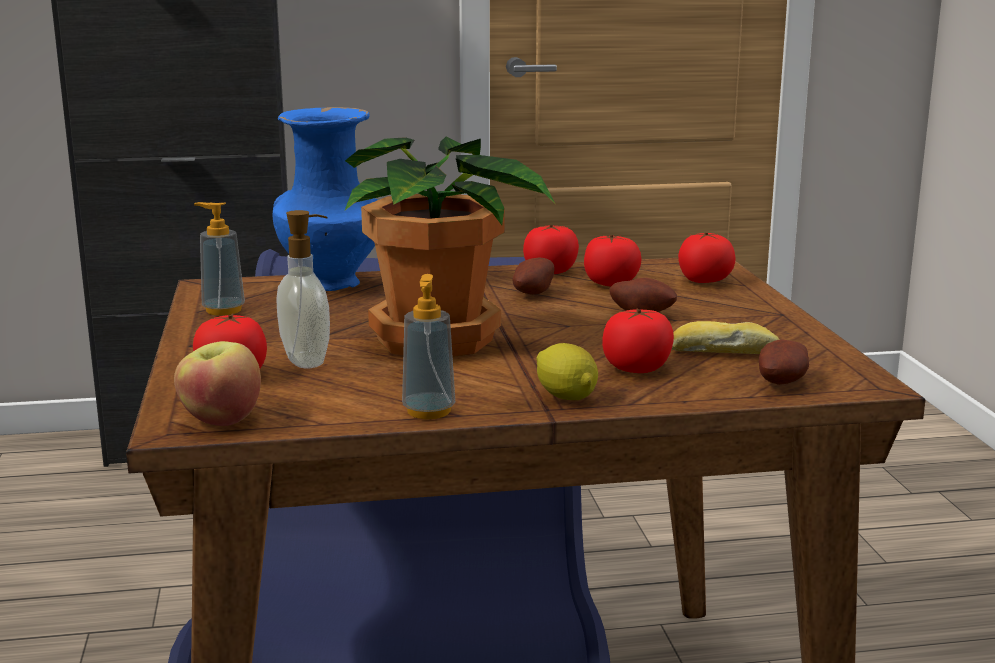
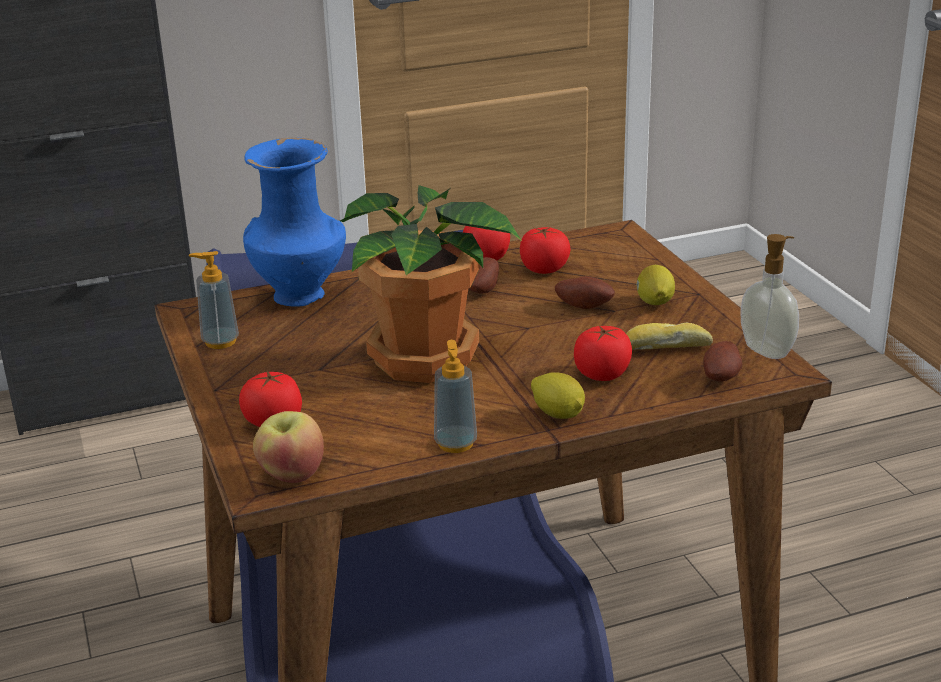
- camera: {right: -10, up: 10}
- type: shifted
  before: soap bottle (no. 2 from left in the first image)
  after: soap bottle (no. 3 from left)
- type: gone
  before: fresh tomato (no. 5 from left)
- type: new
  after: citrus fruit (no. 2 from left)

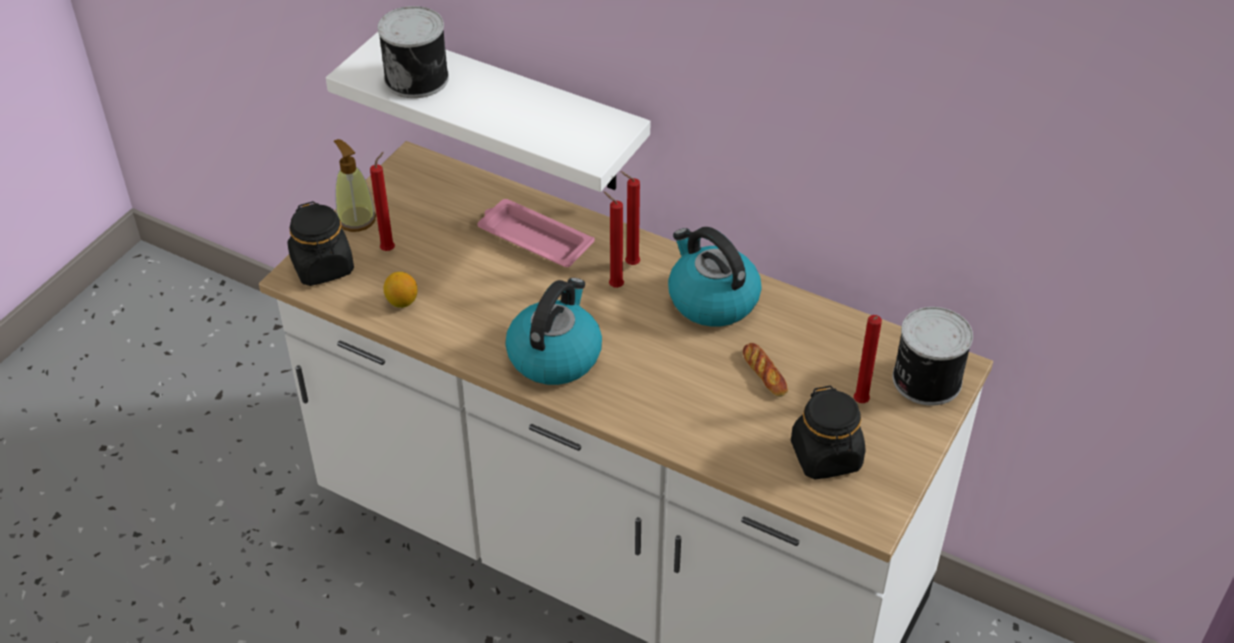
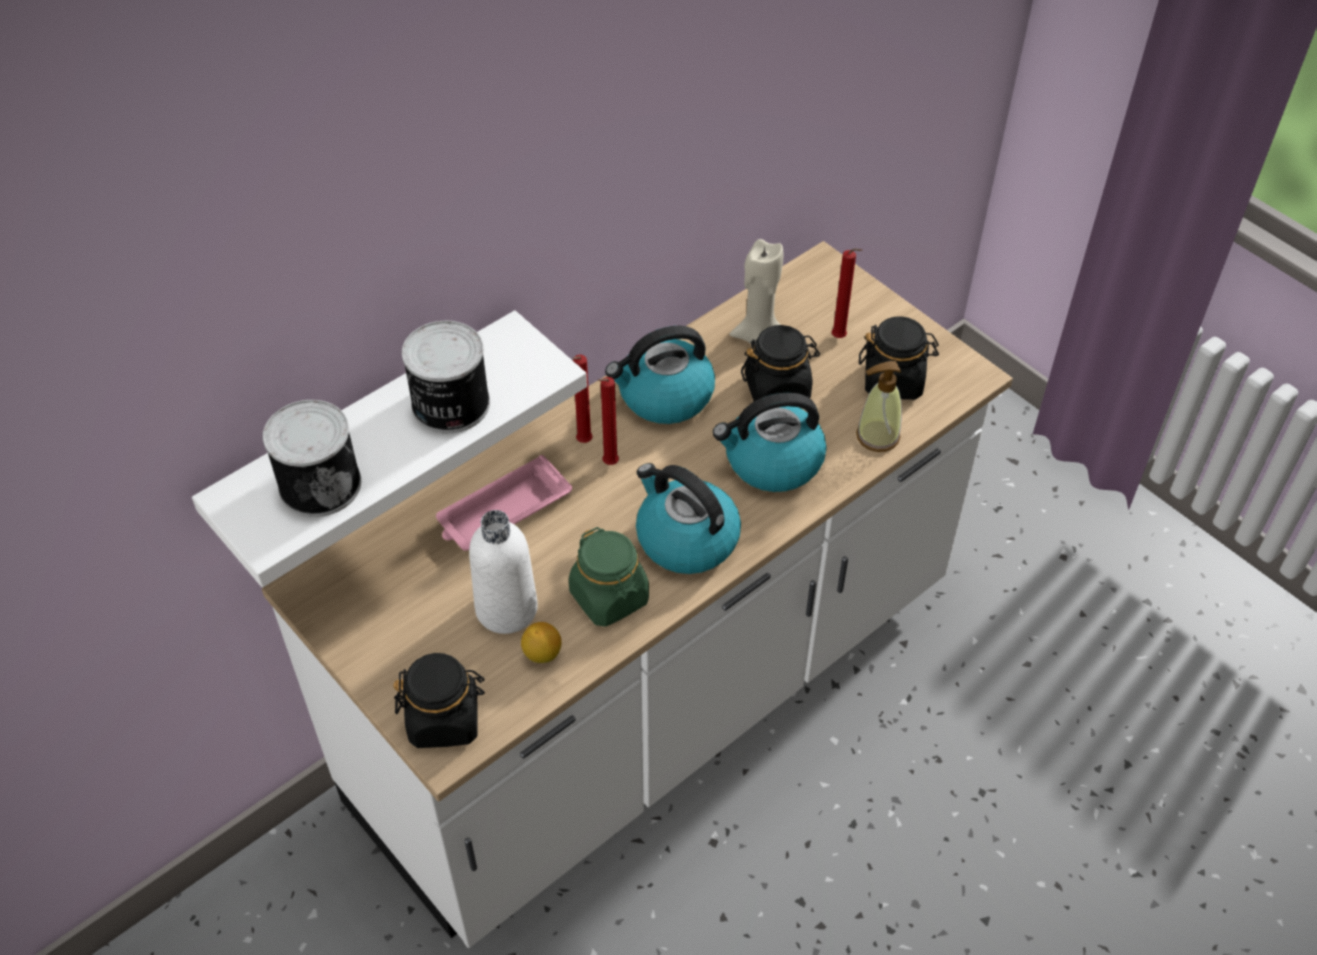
- camera: {right: -70, up: 5}
- type: shifted
  before: soap bottle
- type: gone
  before: reddish wax light (no. 1 from left)
- type: shifted
  before: can (no. 2 from left)
- type: swapped
  before: bakery bread
  after: blackish storage jar (no. 2 from left)
- type: new
  after: beige-coloured wax light
- type: new
  after: tea kettle (no. 3 from left)
- type: new
  after: whitish bottle
- type: new
  after: green storage jar

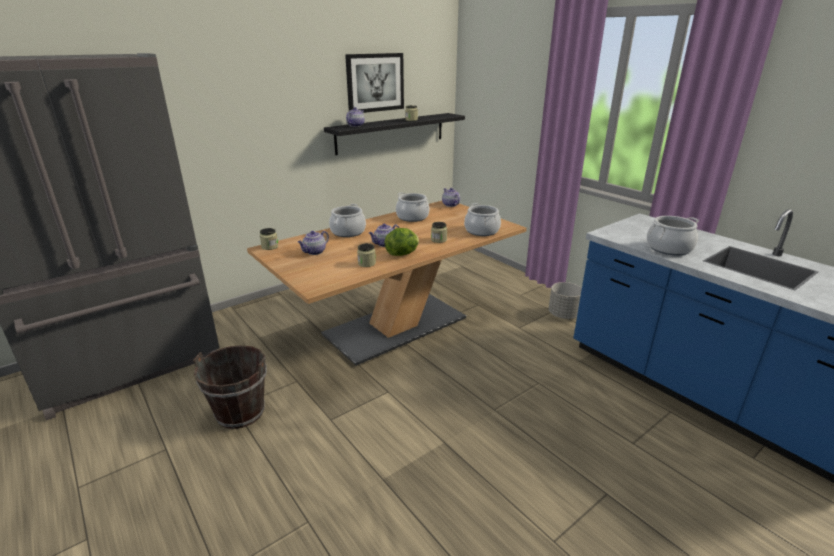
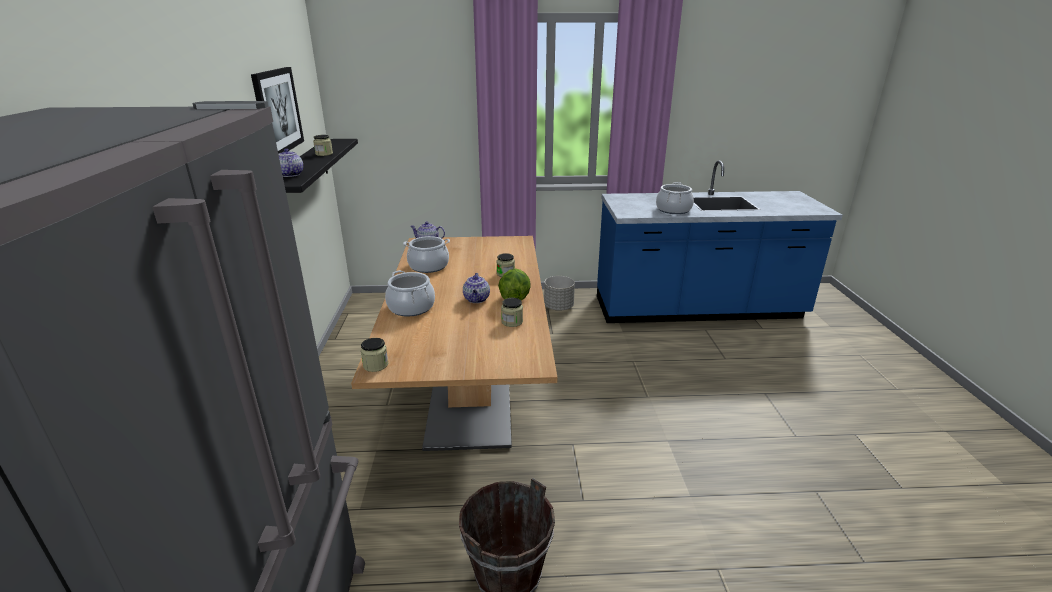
- camera: {right: -55, up: 0}
- type: gone
  before: cooking pot (no. 3 from left)
- type: gone
  before: tea pot (no. 1 from left)

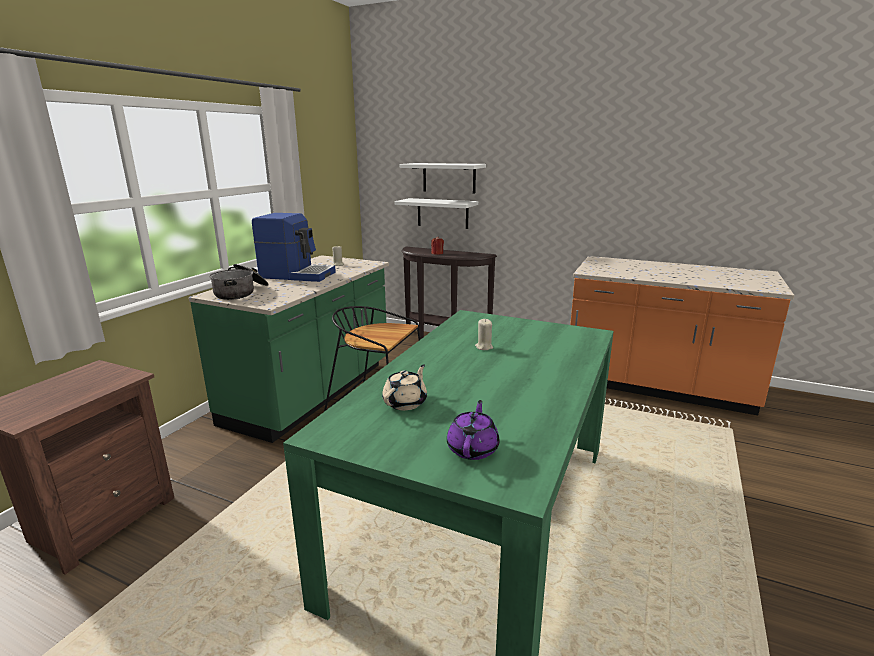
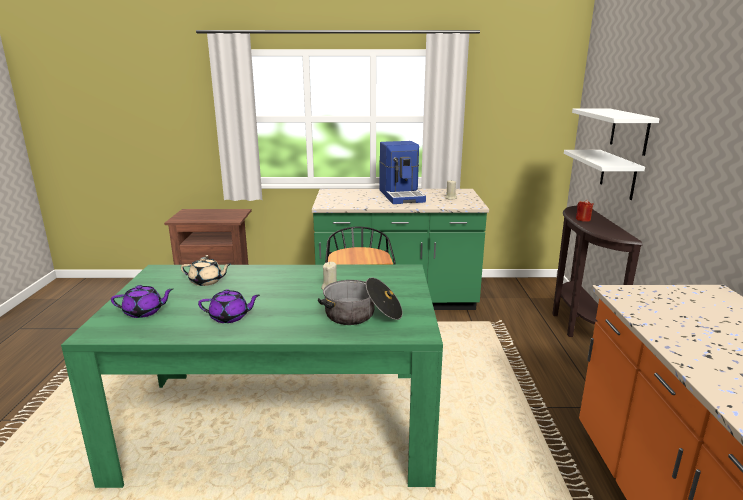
- camera: {right: 65, up: 0}
- type: shifted
  before: cooking pot
- type: new
  after: purple-coloured tea pot (no. 2 from left)

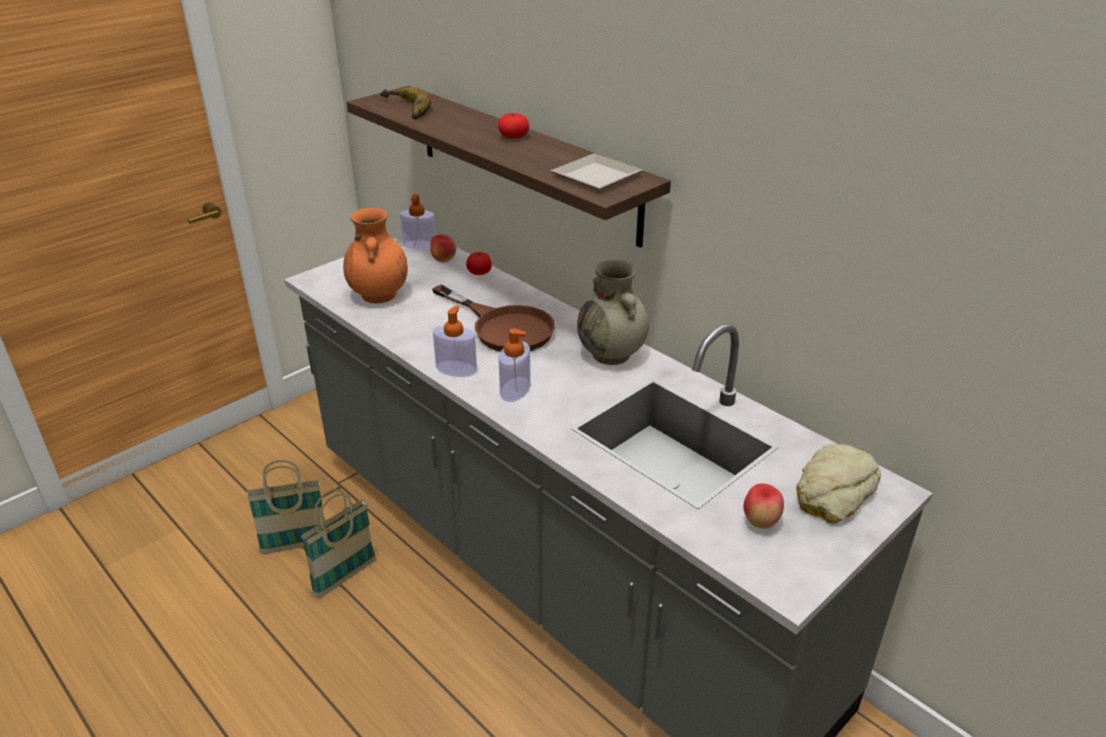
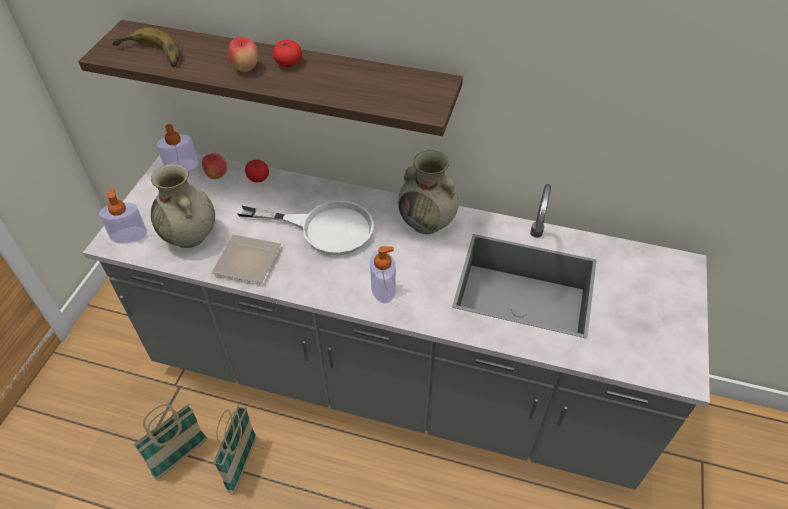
- camera: {right: -30, up: 15}
- type: shifted
  before: dinner plate
- type: repainted
  before: orange-coloured vase
  after: beige-coloured vase (no. 1 from left)
- type: repainted
  before: brownish skillet
  after: whitish skillet
- type: shifted
  before: soap bottle (no. 2 from left in the first image)
  after: soap bottle (no. 1 from left)
- type: gone
  before: bakery bread
- type: shifted
  before: apple (no. 2 from left)

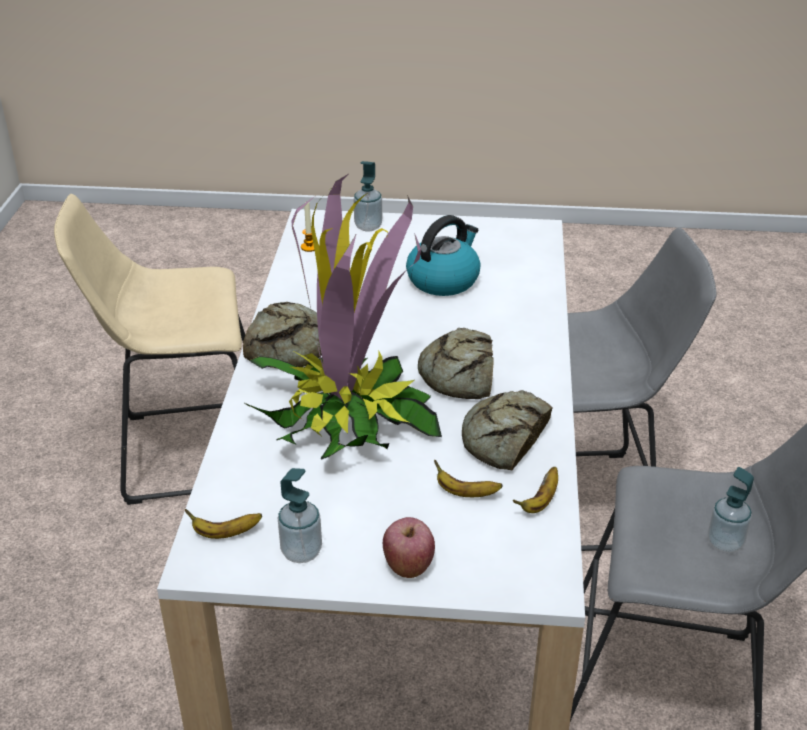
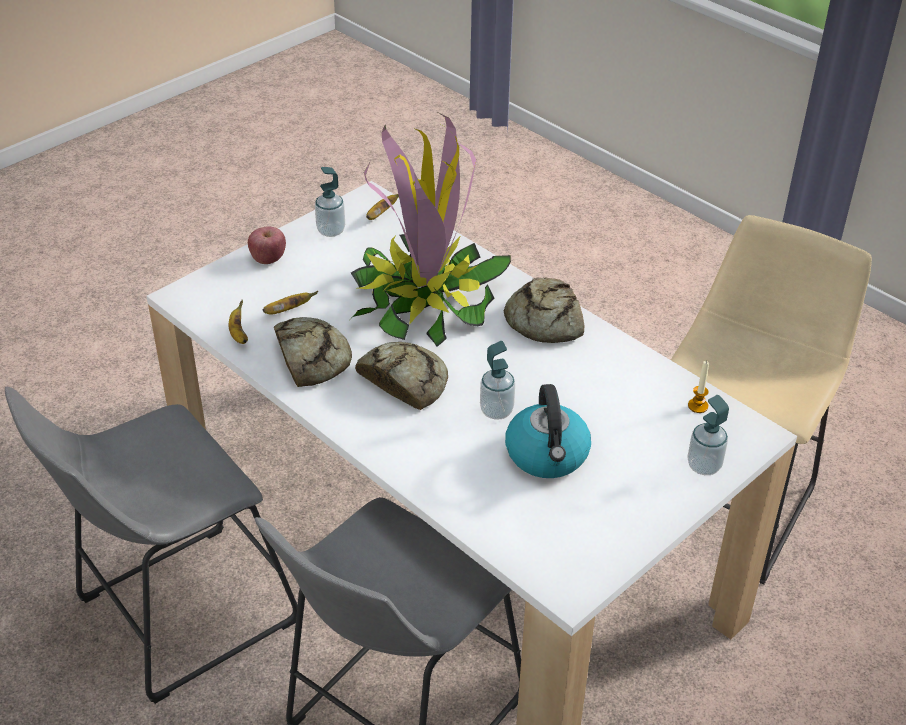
- camera: {right: 130, up: 5}
- type: shifted
  before: soap bottle (no. 3 from left in the first image)
  after: soap bottle (no. 2 from left)

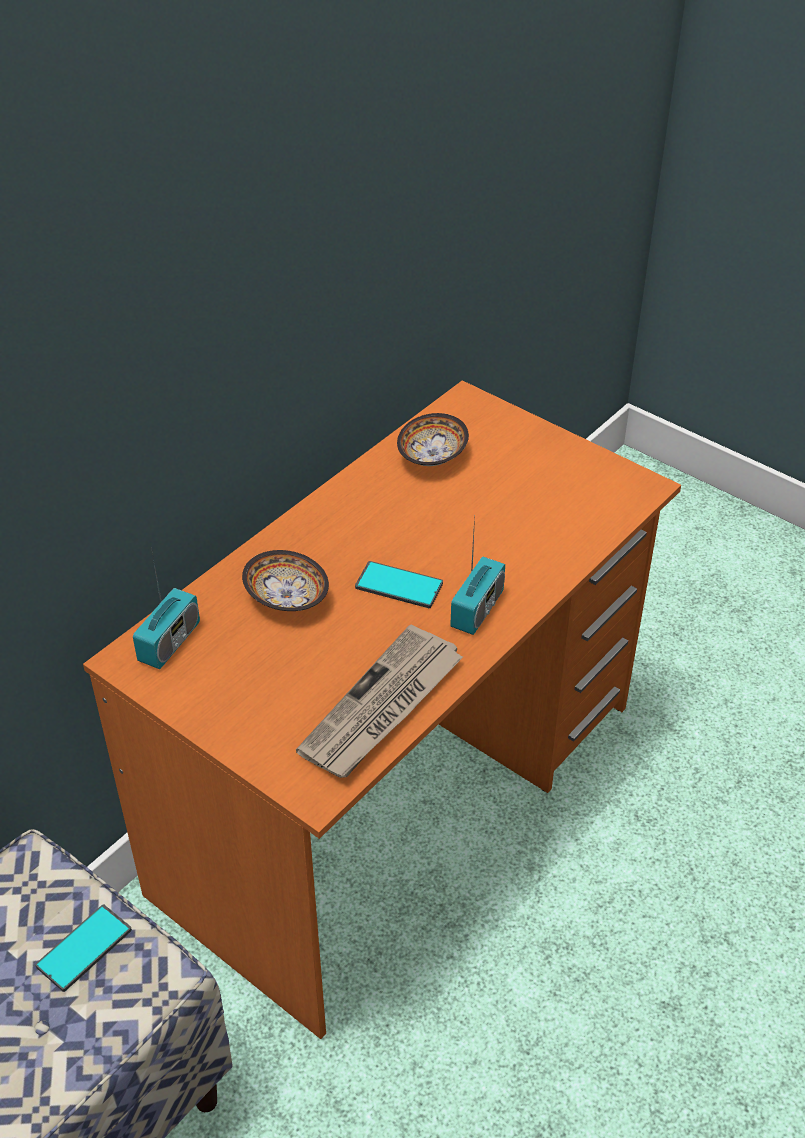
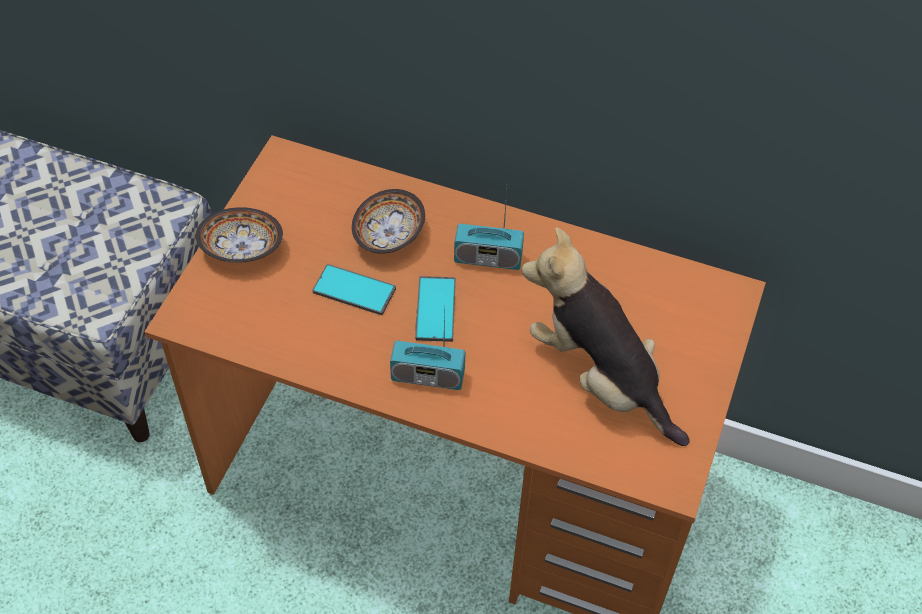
- camera: {right: 70, up: 10}
- type: shifted
  before: serving bowl (no. 2 from left in the first image)
  after: serving bowl (no. 1 from left)
- type: shifted
  before: radio (no. 1 from left in the first image)
  after: radio (no. 2 from left)
- type: gone
  before: daily paper
- type: shifted
  before: handset (no. 1 from left)
- type: new
  after: soft toy

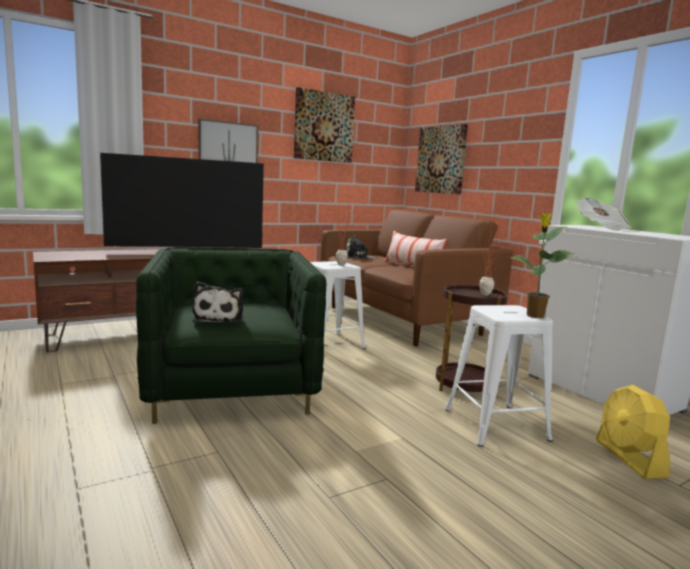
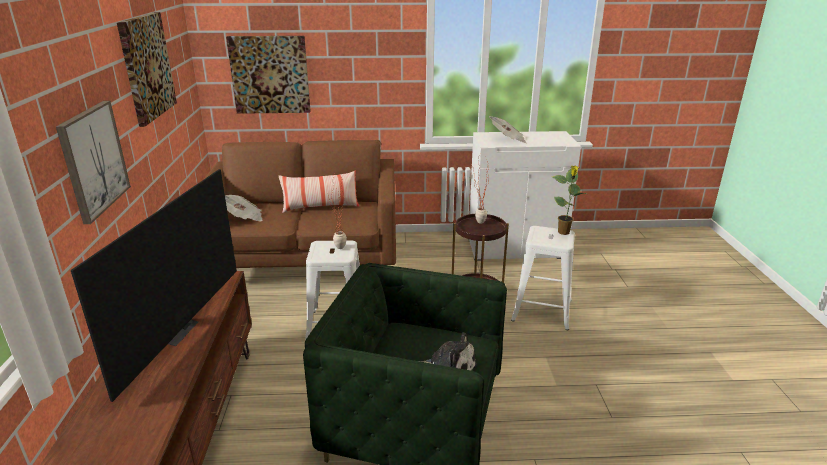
- camera: {right: -60, up: 15}
- type: swapped
  before: soft toy (no. 2 from left)
  after: daily paper (no. 1 from left)
- type: gone
  before: yellowish fan

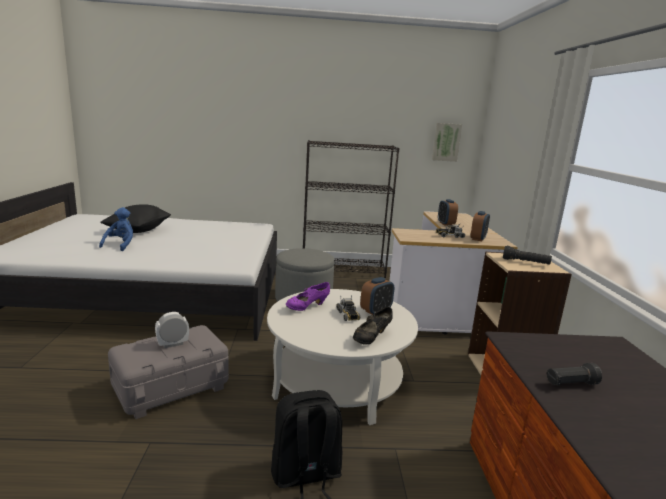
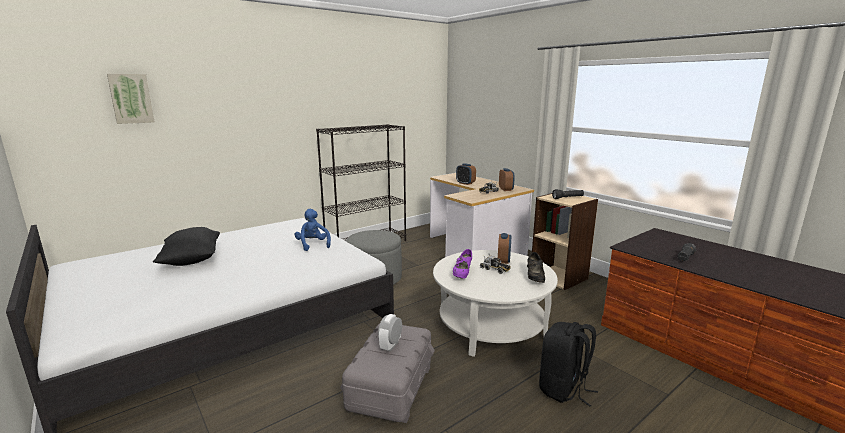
- camera: {right: -35, up: 0}
- type: shifted
  before: wall picture
- type: shifted
  before: blue soft toy

